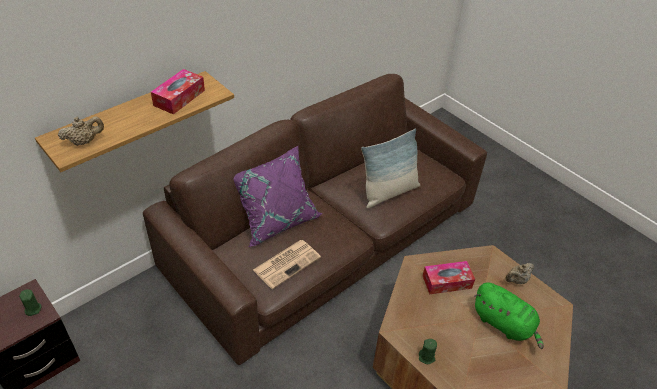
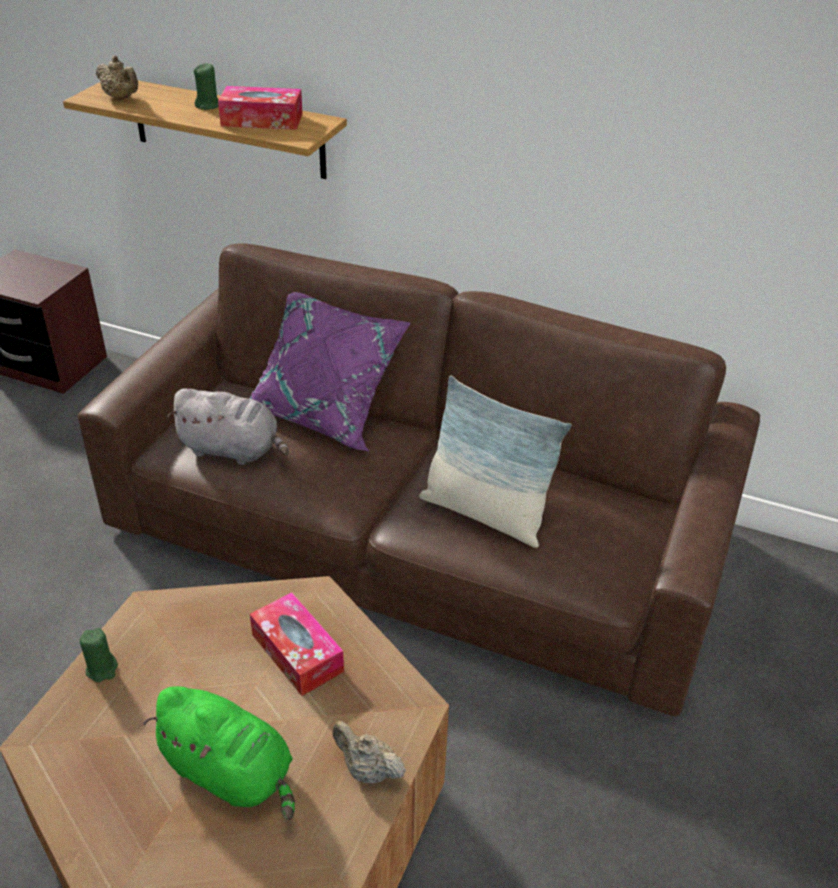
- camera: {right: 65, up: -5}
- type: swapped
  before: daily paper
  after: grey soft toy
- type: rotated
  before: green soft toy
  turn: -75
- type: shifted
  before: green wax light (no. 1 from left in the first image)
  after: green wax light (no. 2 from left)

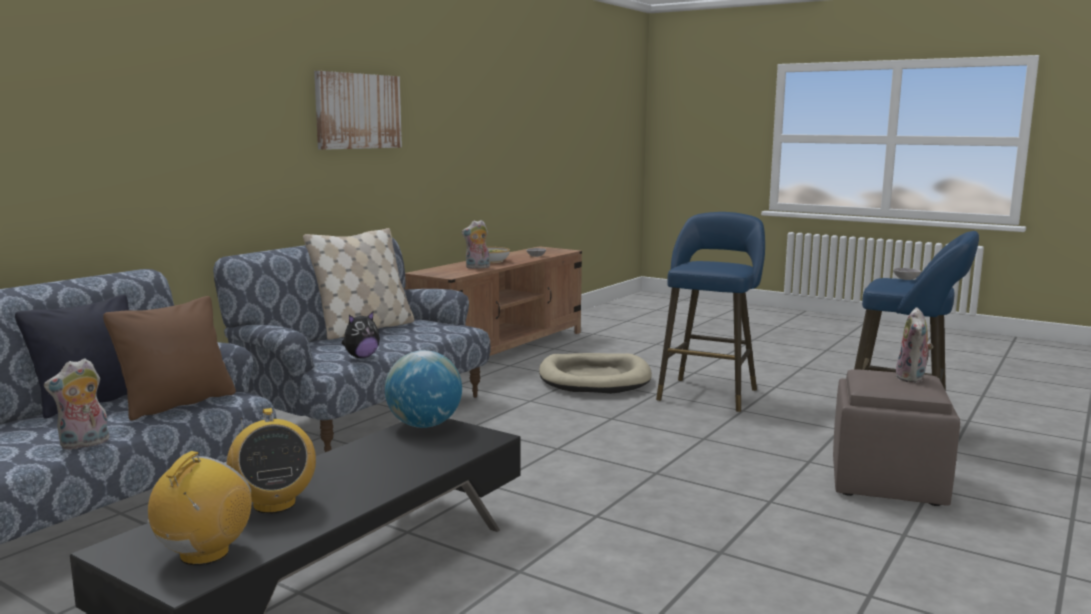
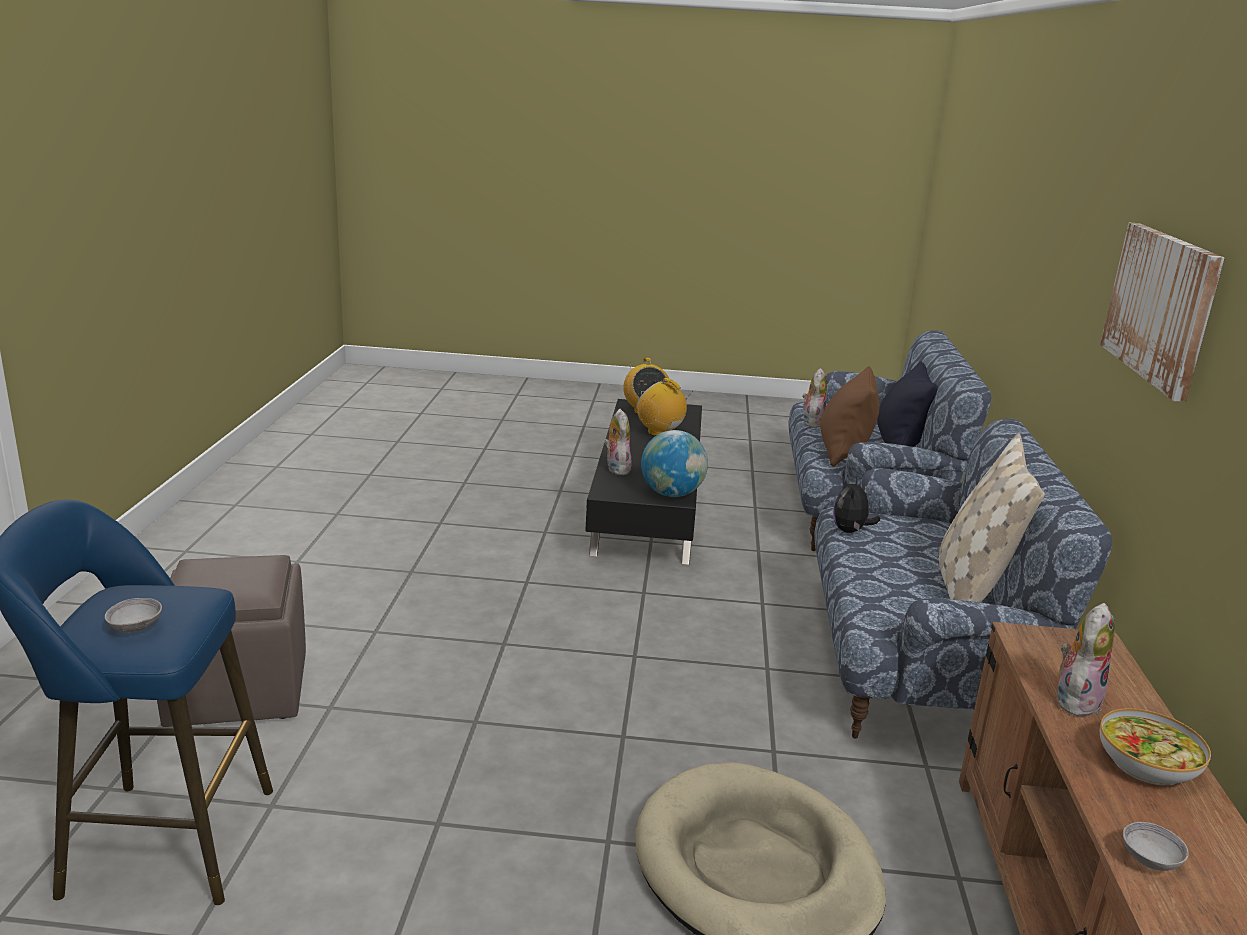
- camera: {right: 150, up: 10}
- type: gone
  before: blue stool seat (no. 1 from left)
- type: shifted
  before: soft toy (no. 4 from left in the first image)
  after: soft toy (no. 1 from left)

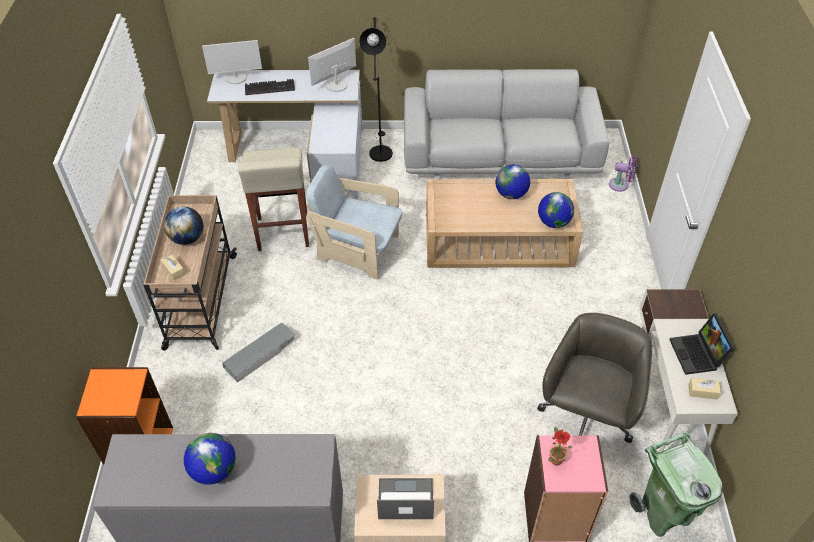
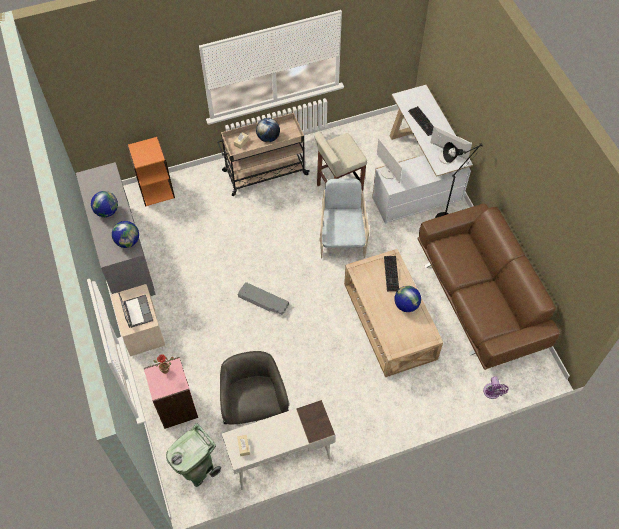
- camera: {right: 70, up: 10}
- type: shifted
  before: monitor (no. 1 from left)
- type: repainted
  before: grey couch
  after: brownish couch
- type: shifted
  before: desk globe (no. 4 from left in the first image)
  after: desk globe (no. 2 from left)
- type: rotated
  before: grey office chair
  turn: -105
- type: gone
  before: notebook computer (no. 2 from left)
- type: shifted
  before: grey storage box
- type: new
  after: PC keyboard (no. 1 from left)

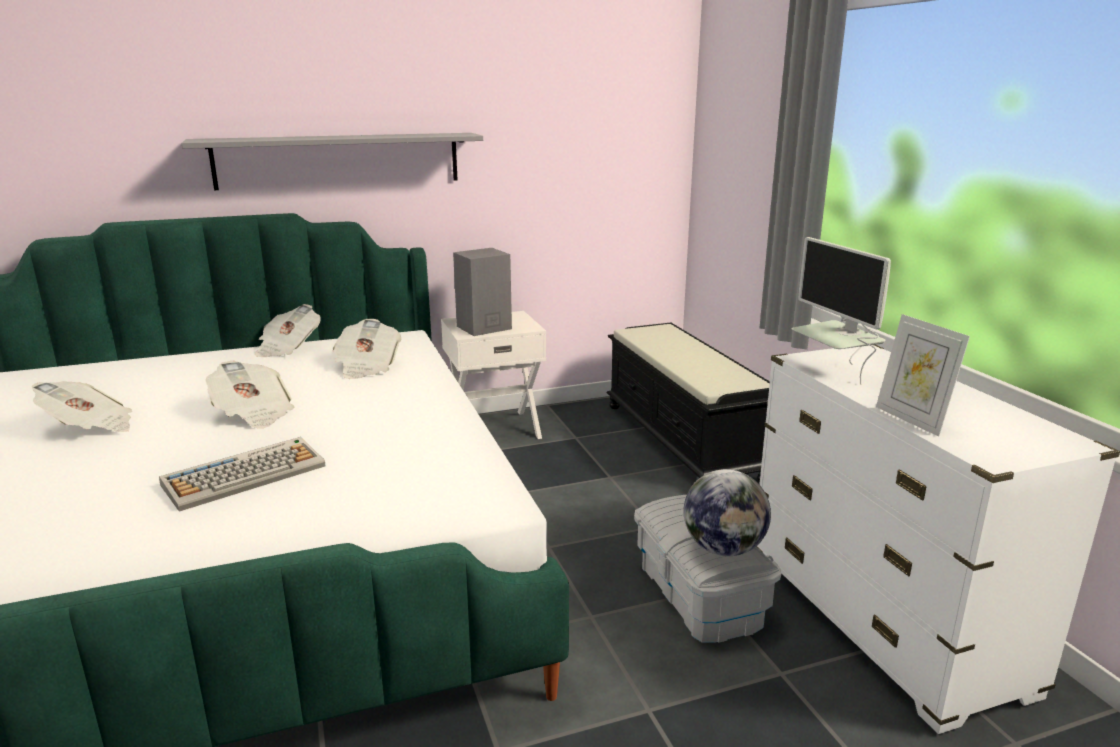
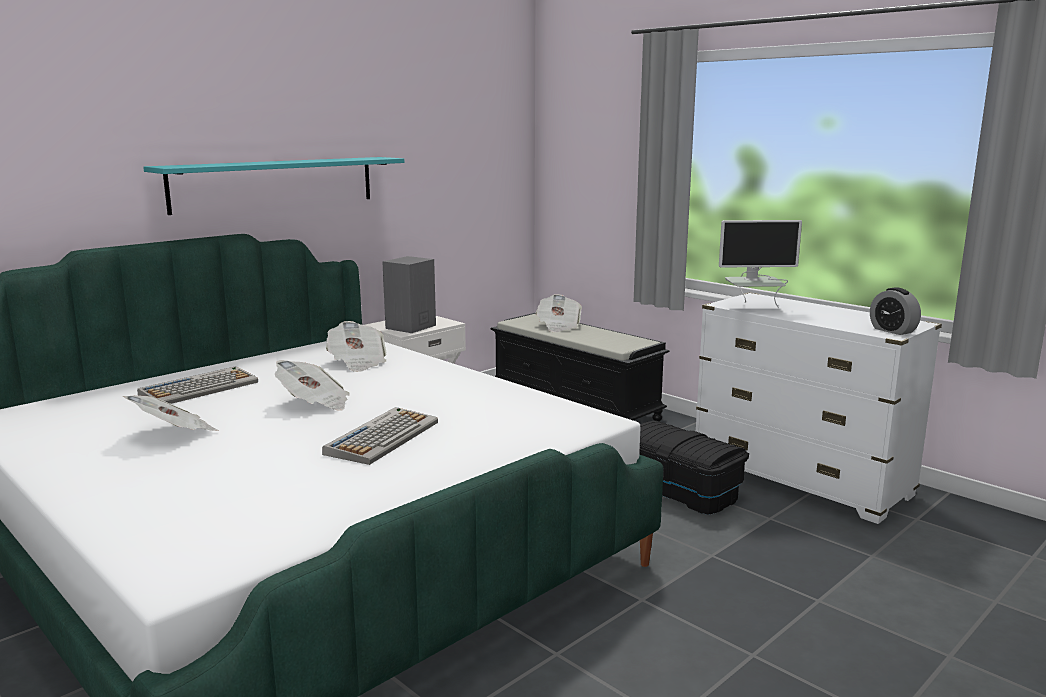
- camera: {right: -25, up: -5}
- type: repainted
  before: grey wall shelf
  after: turquoise wall shelf
- type: rotated
  before: monitor
  turn: -45
- type: shifted
  before: daily paper (no. 3 from left in the first image)
  after: daily paper (no. 4 from left)
- type: gone
  before: standing frame
- type: gone
  before: desk globe
- type: repainted
  before: whitish storage box
  after: blackish storage box
- type: new
  after: table clock
- type: new
  after: PC keyboard (no. 1 from left)

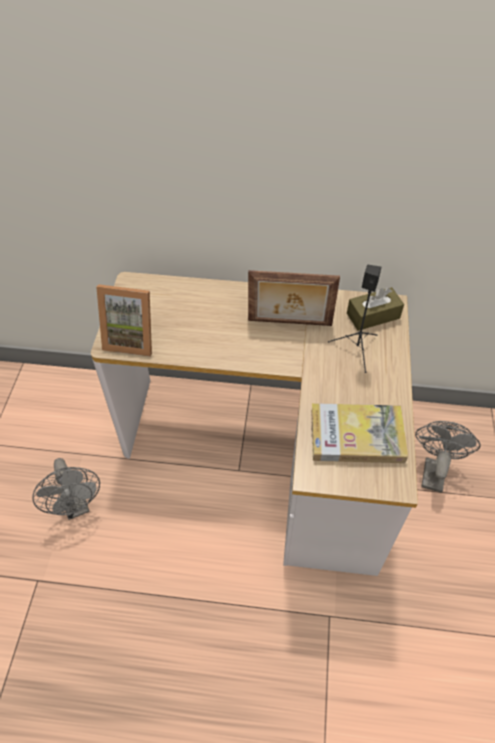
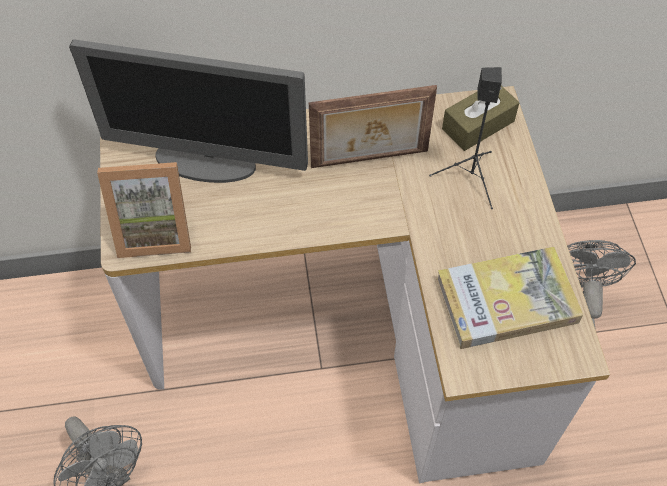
- camera: {right: -15, up: 5}
- type: new
  after: monitor

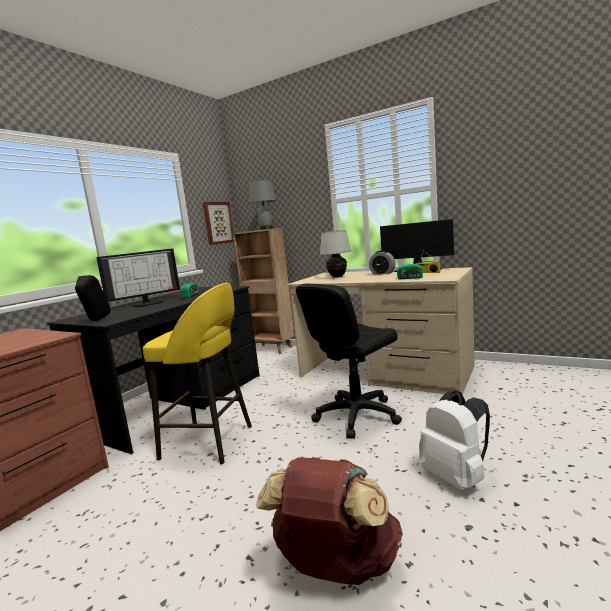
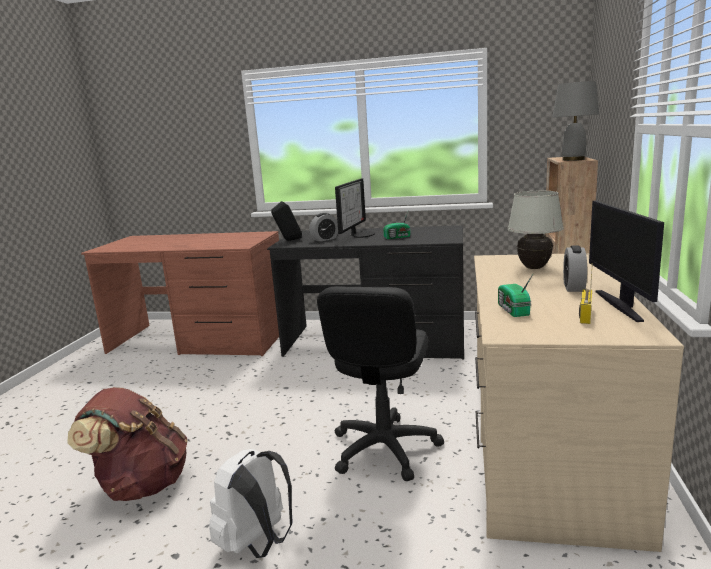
- camera: {right: 70, up: 5}
- type: gone
  before: wall picture
- type: rotated
  before: monitor (no. 1 from left)
  turn: -105
- type: gone
  before: yellowish stool seat
- type: rotated
  before: blackish office chair
  turn: -105
- type: new
  after: table clock (no. 1 from left)

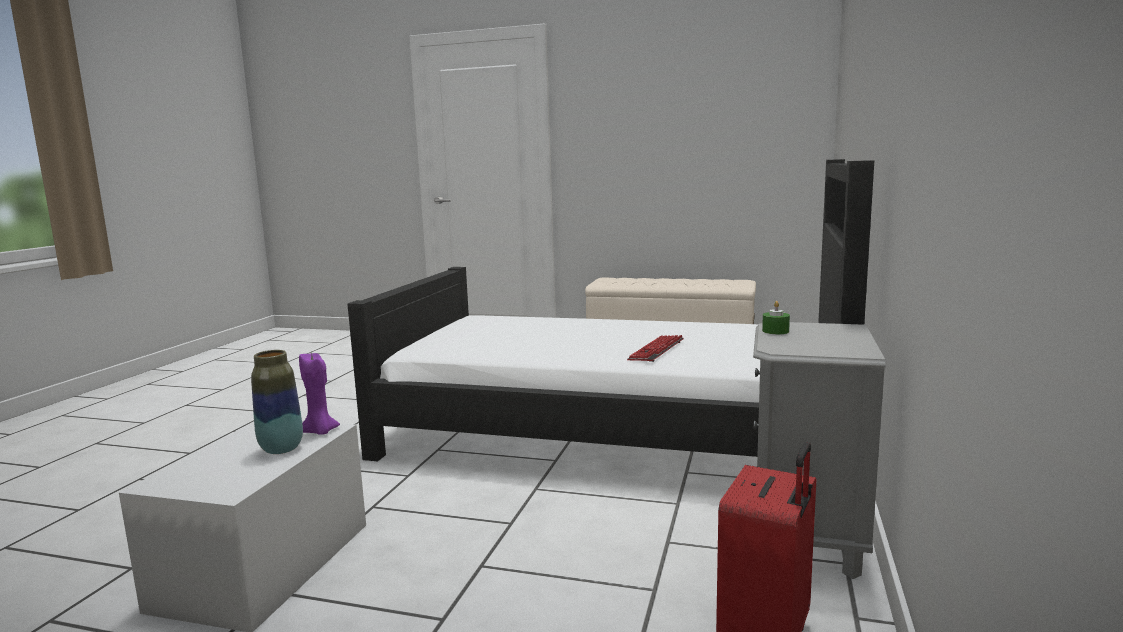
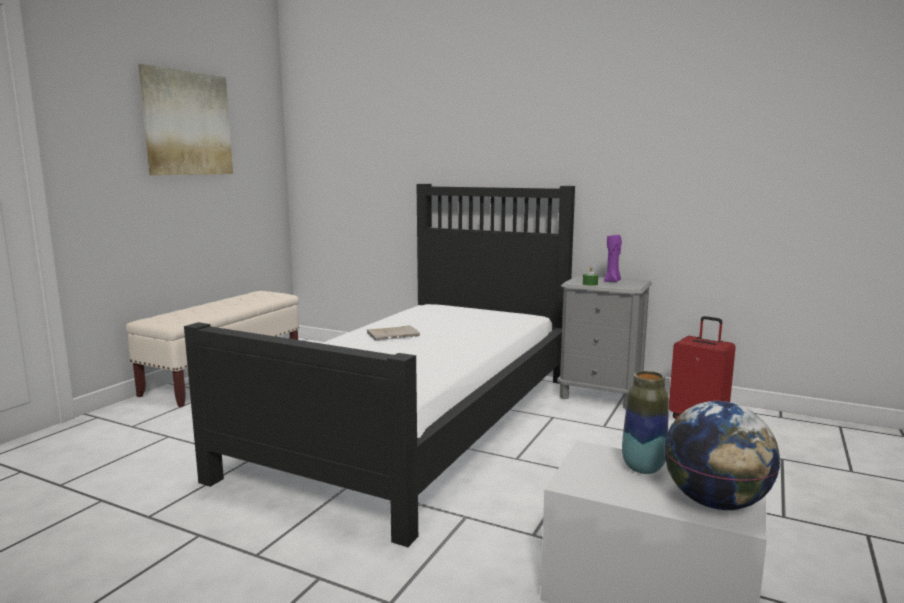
- camera: {right: -80, up: 0}
- type: gone
  before: PC keyboard
- type: shifted
  before: purple-coloured wax light
- type: new
  after: wall picture
- type: new
  after: beige-coloured book
- type: new
  after: desk globe

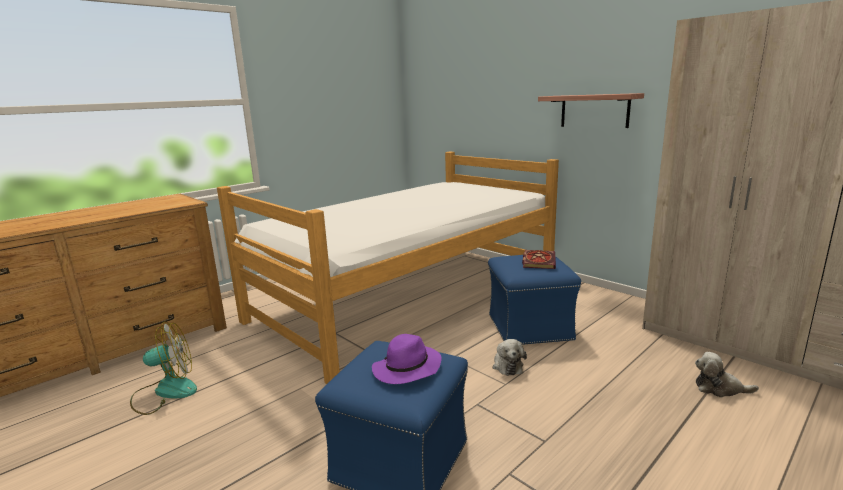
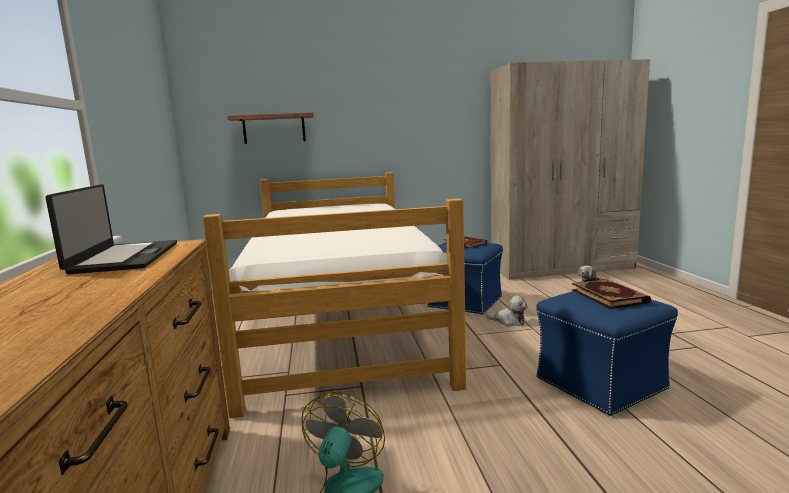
- camera: {right: -55, up: -5}
- type: shifted
  before: wall shelf
- type: swapped
  before: purple-coloured wearable hat
  after: book (no. 2 from left)
- type: new
  after: notebook computer

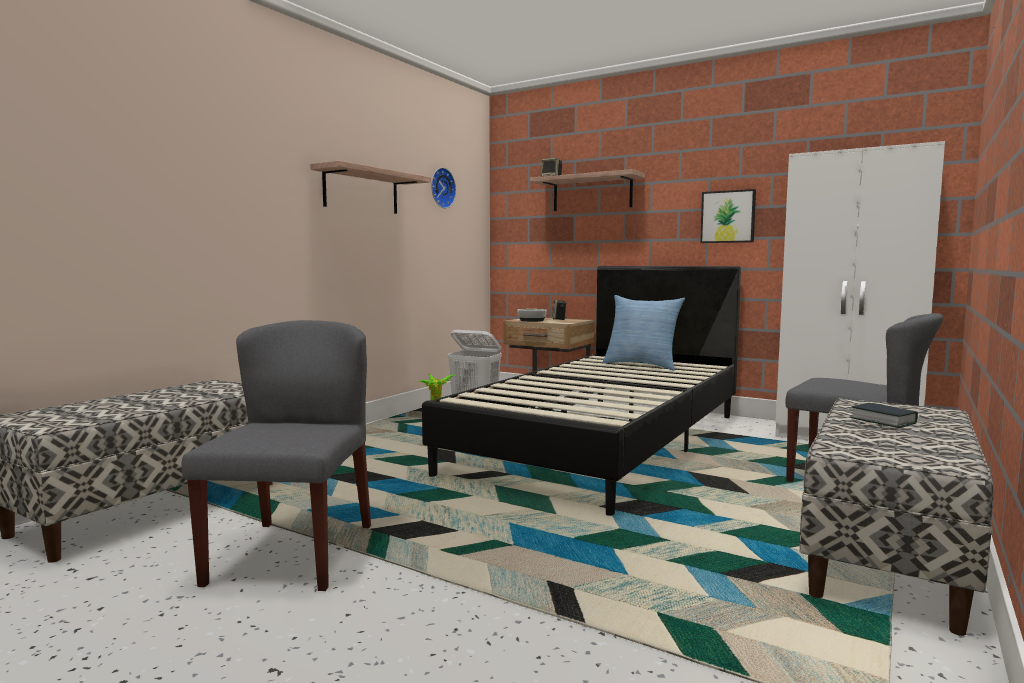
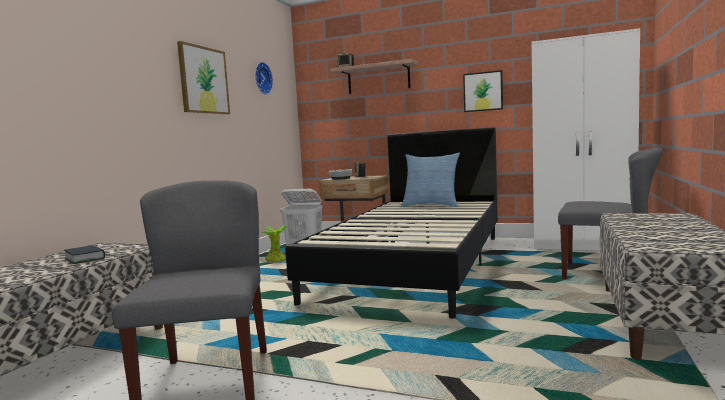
- camera: {right: -10, up: 0}
- type: swapped
  before: wall shelf (no. 1 from left)
  after: wall picture (no. 1 from left)
- type: shifted
  before: book

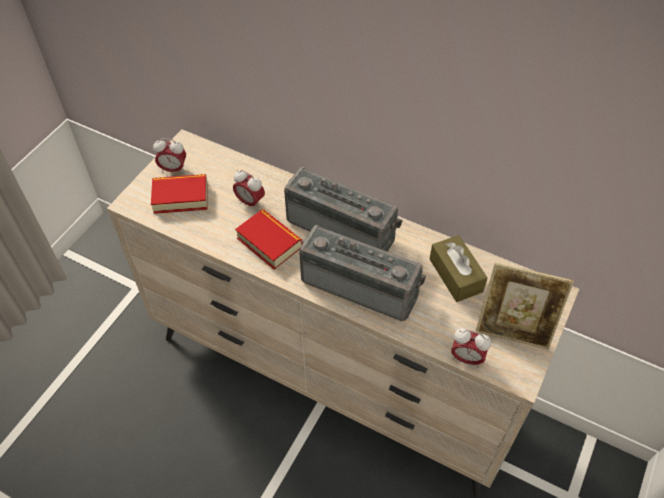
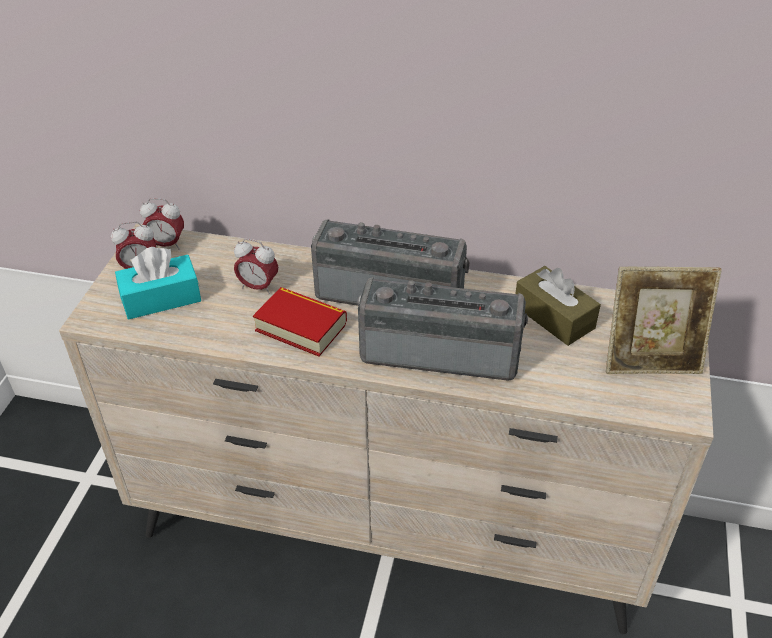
- camera: {right: -15, up: -10}
- type: swapped
  before: book (no. 1 from left)
  after: turquoise box of tissues
- type: shifted
  before: table clock (no. 3 from left in the first image)
  after: table clock (no. 2 from left)

